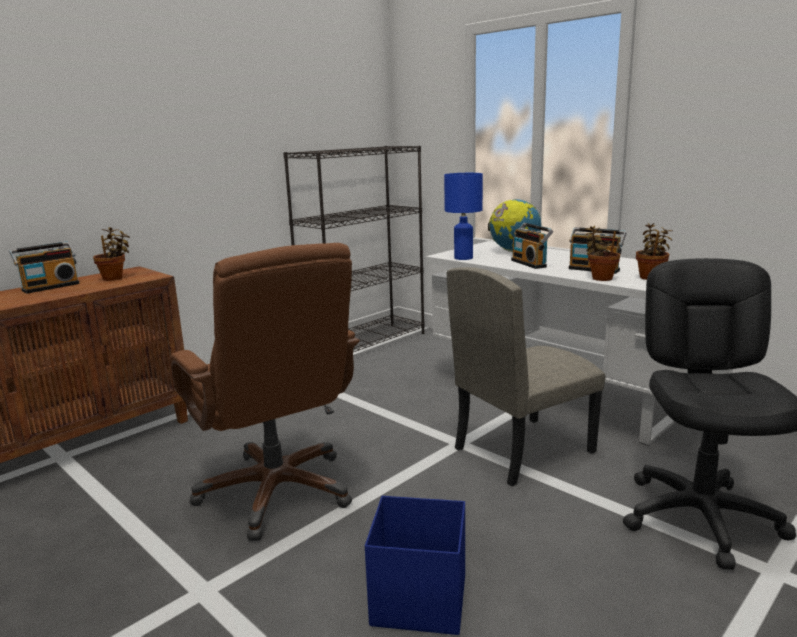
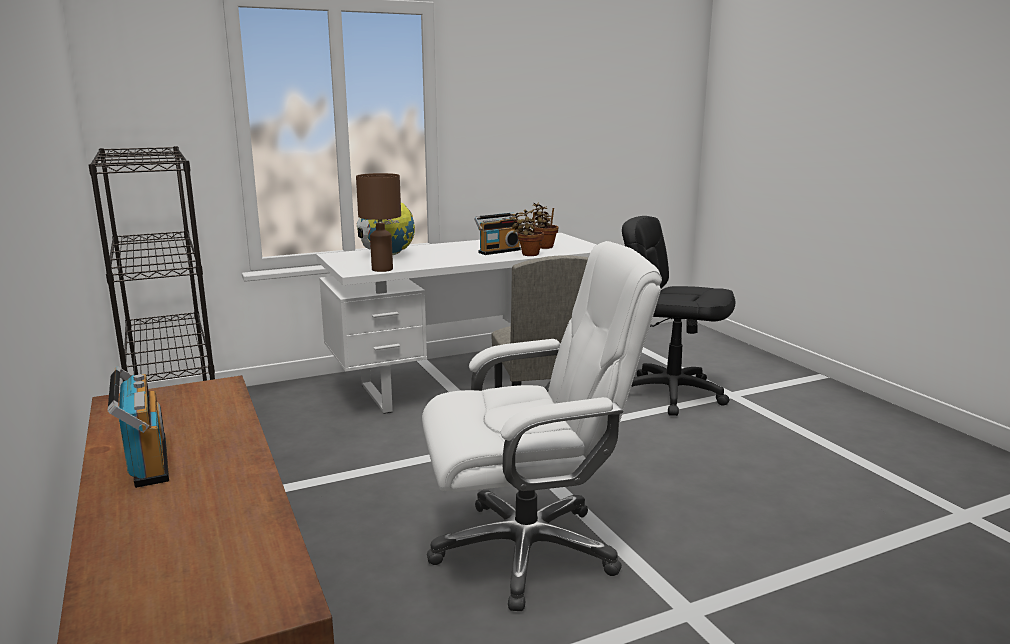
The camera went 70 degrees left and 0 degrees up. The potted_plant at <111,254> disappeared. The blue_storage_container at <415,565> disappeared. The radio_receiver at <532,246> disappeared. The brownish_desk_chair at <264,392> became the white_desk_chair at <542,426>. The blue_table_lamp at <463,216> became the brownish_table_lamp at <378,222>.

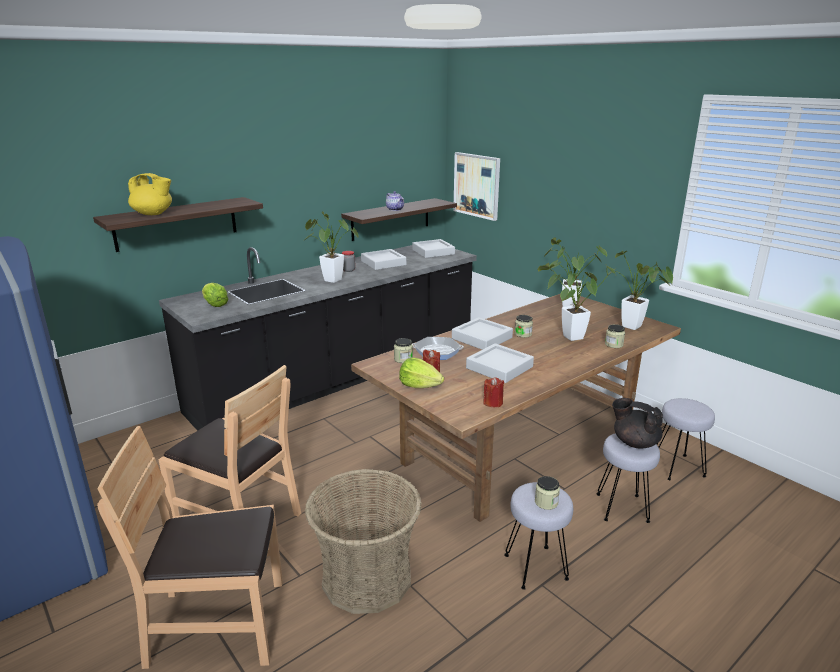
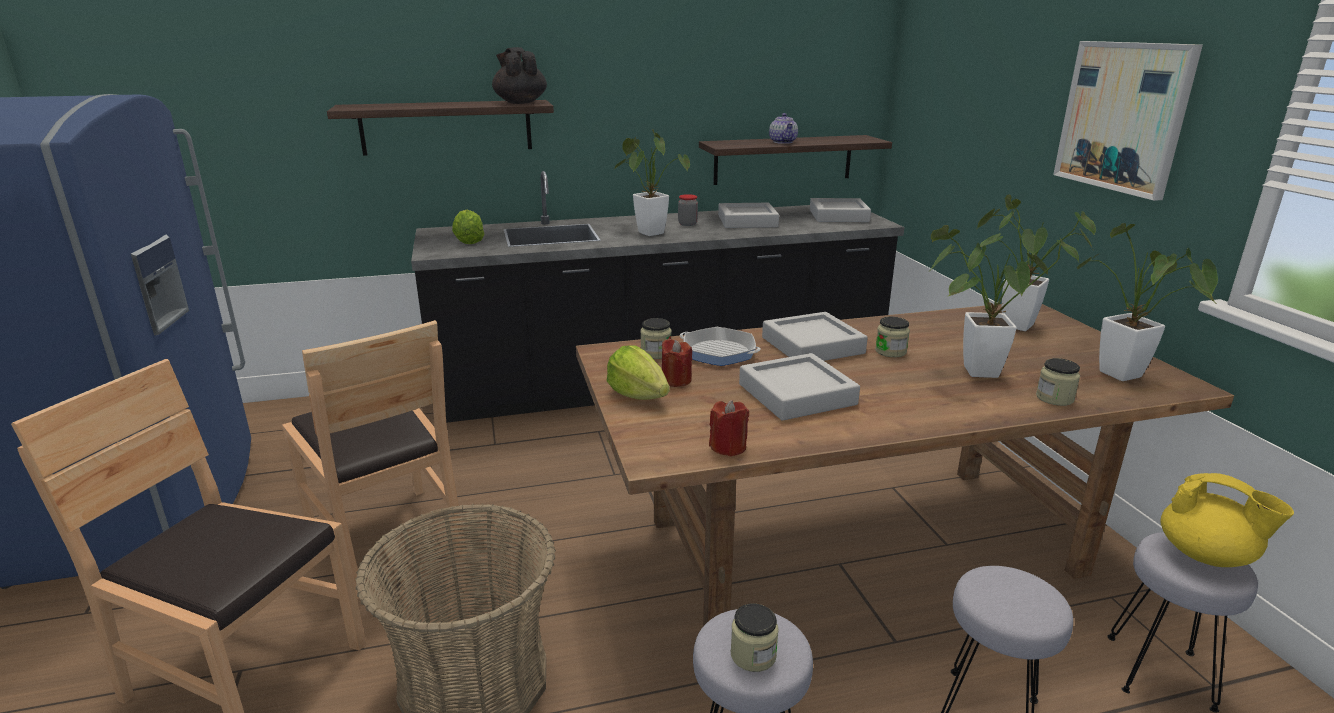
The camera went 25 degrees right and 0 degrees up. The yellow_tea_pot moved from <150,194> to <1227,520>. The picture moved from <476,186> to <1128,121>. The black_tea_pot moved from <637,423> to <519,75>.

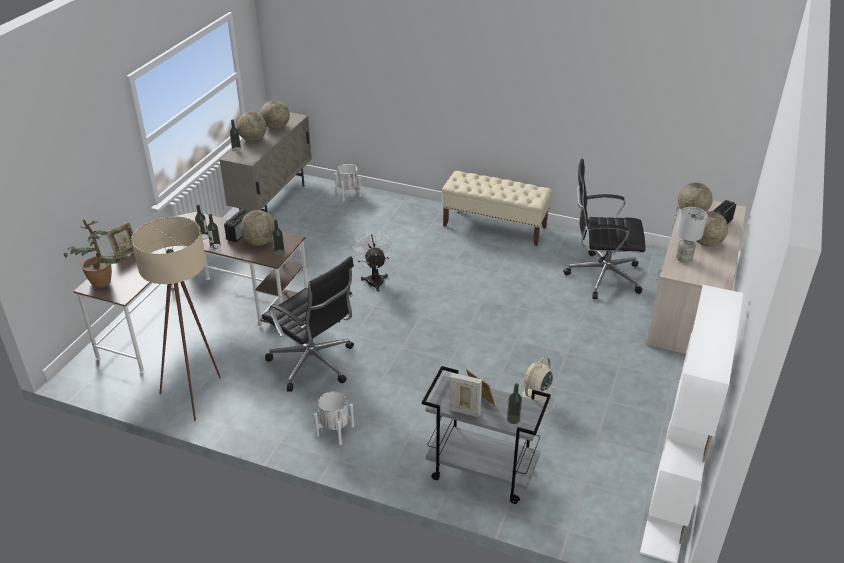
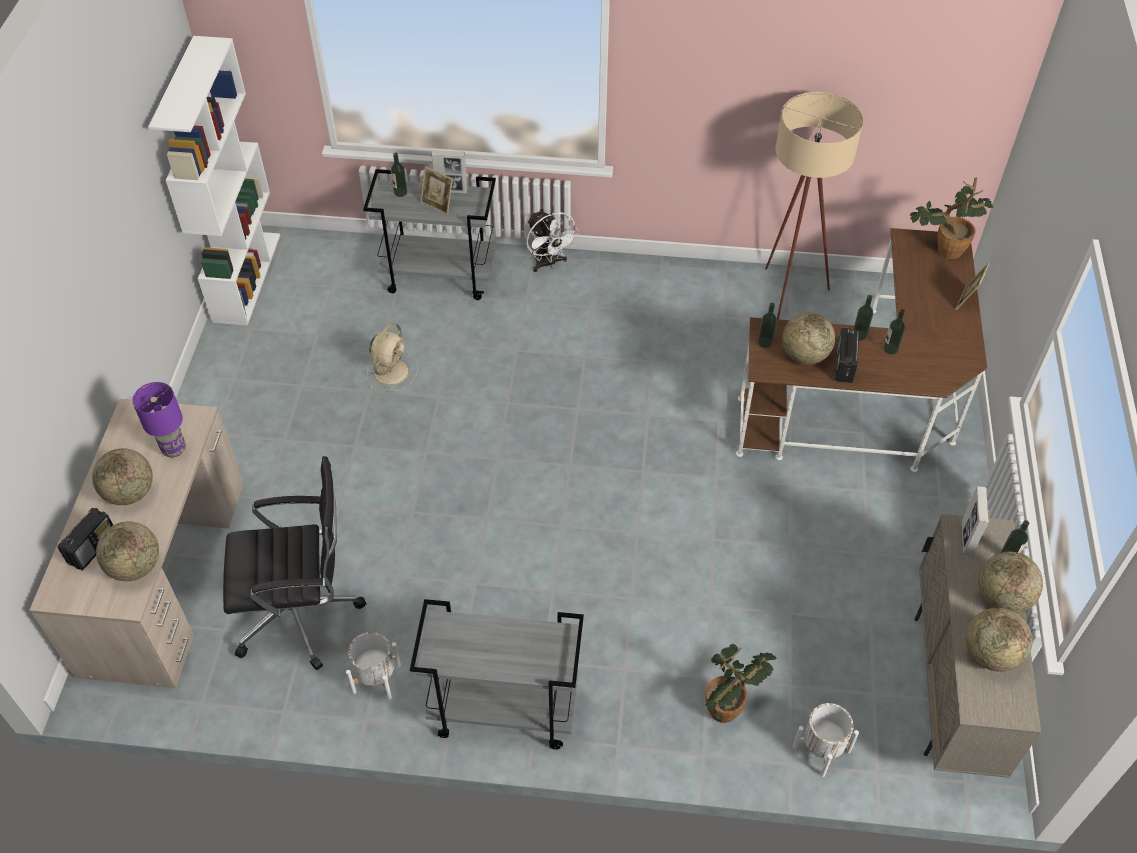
The camera went 165 degrees right and 15 degrees up. The black_desk_chair at <308,324> disappeared. The potted_plant at <740,683> appeared. The standing_frame at <975,521> appeared. The white_planter moved from <334,418> to <373,666>. The white_cooling_fan moved from <372,261> to <553,240>. The beige_bench at <497,208> was replaced by the gray_wheeled_cart at <497,674>. The gray_table_lamp at <691,235> became the purplish_table_lamp at <159,419>.

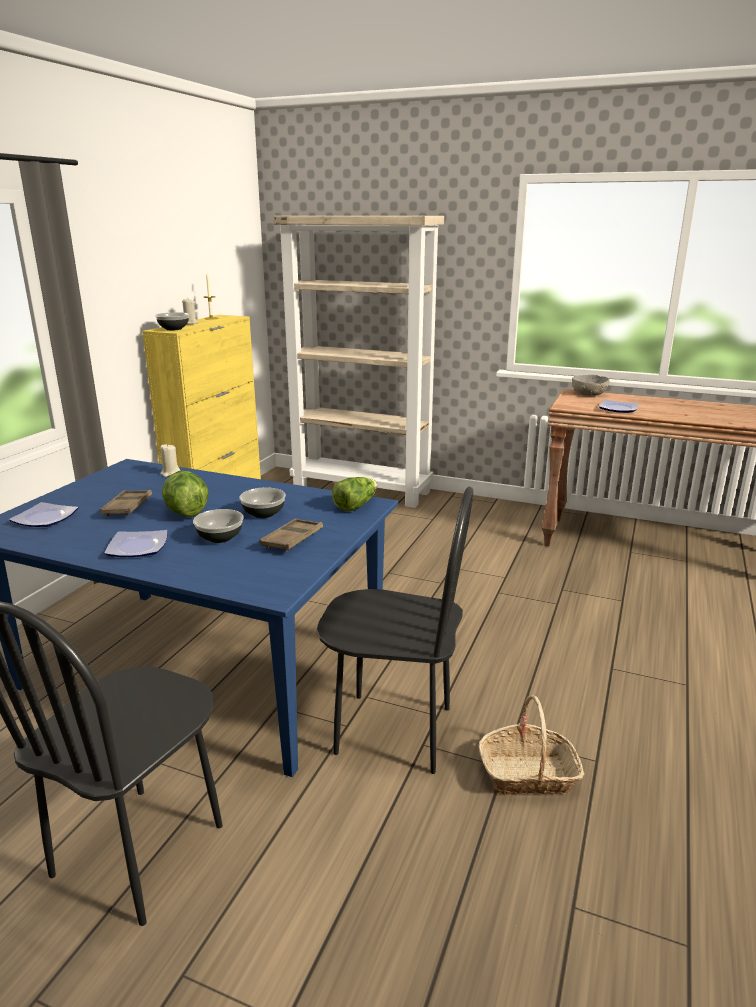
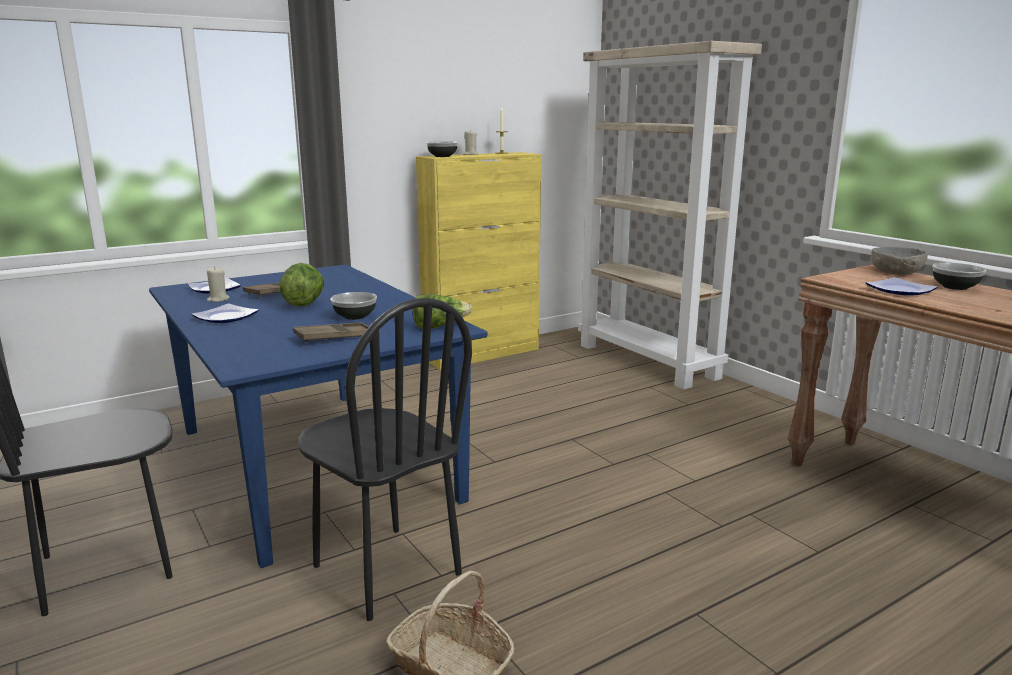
The camera went 35 degrees right and 5 degrees down. The beige_wax_candle moved from <170,460> to <218,284>. The deep_dish moved from <218,526> to <959,276>.

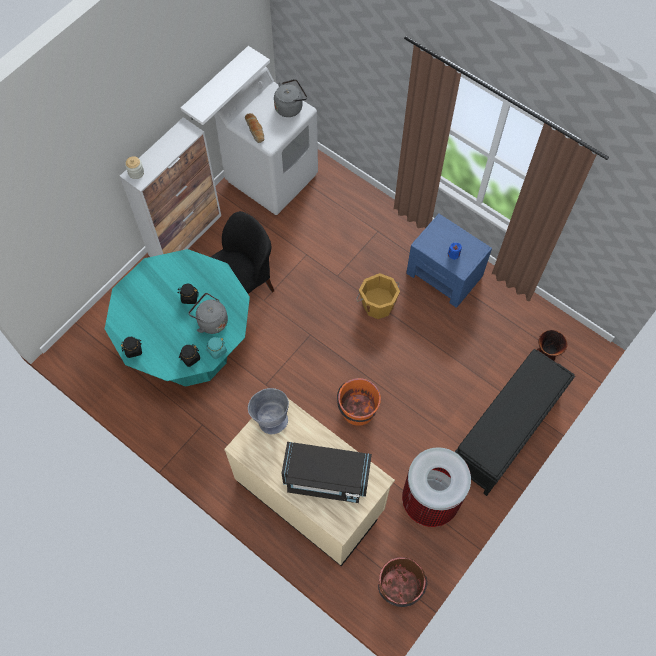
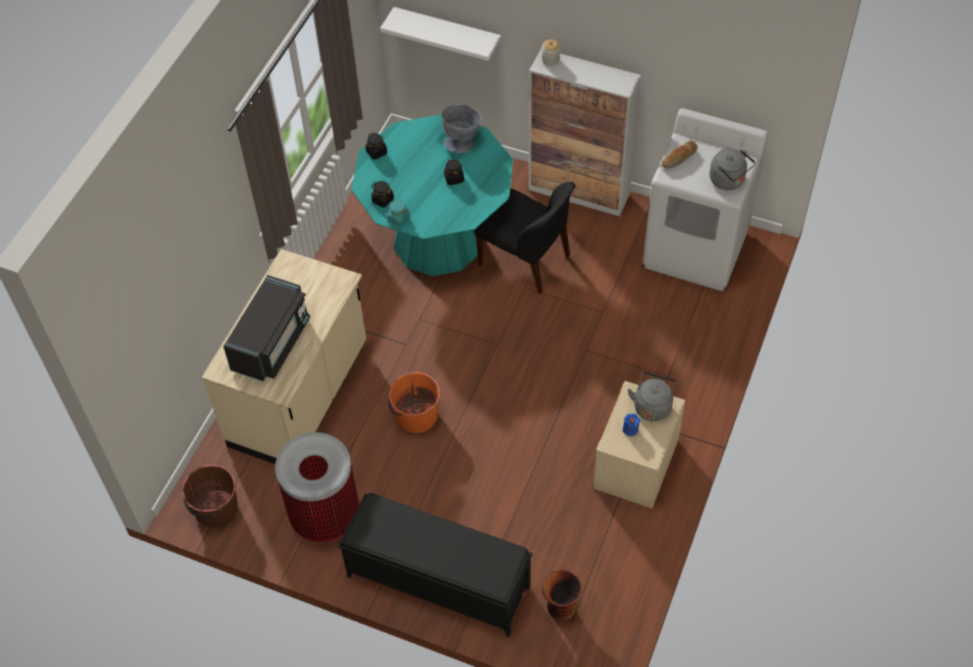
The camera went 75 degrees right and 10 degrees down. The orangey_bucket at <378,296> disappeared. The white_shelf moved from <225,85> to <440,34>. The gray_tea_kettle moved from <208,313> to <652,397>. The gray_deep_dish moved from <268,411> to <462,128>. The blue_nightstand at <449,261> became the beige_nightstand at <639,444>. The black_microwave_oven at <327,472> turned 150 degrees counterclockwise.

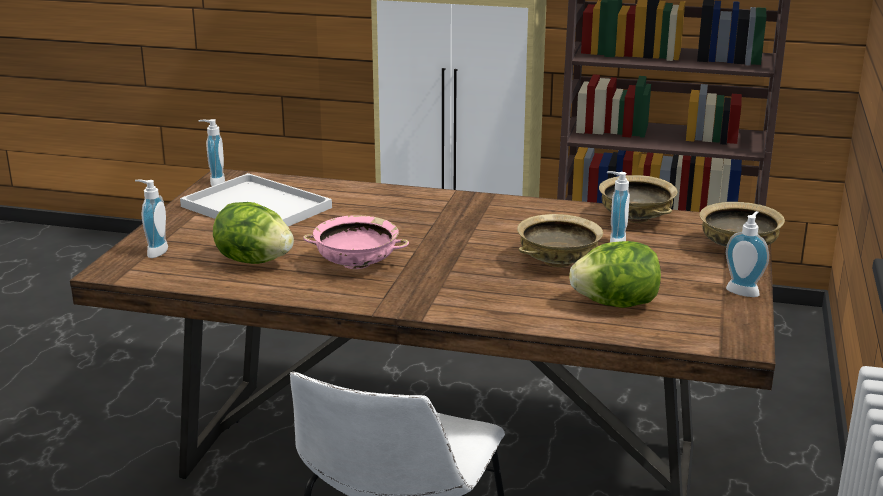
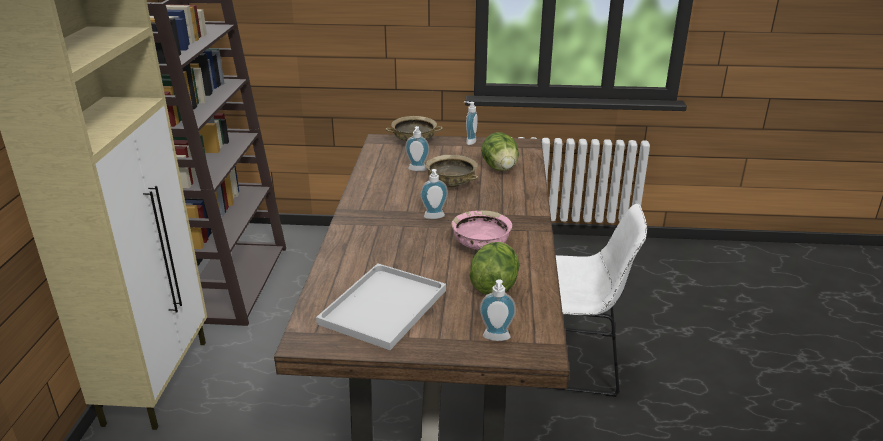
The camera went 100 degrees left and 5 degrees up. The beige_deep_dish at <638,199> disappeared. The soap_bottle moved from <211,152> to <434,194>.

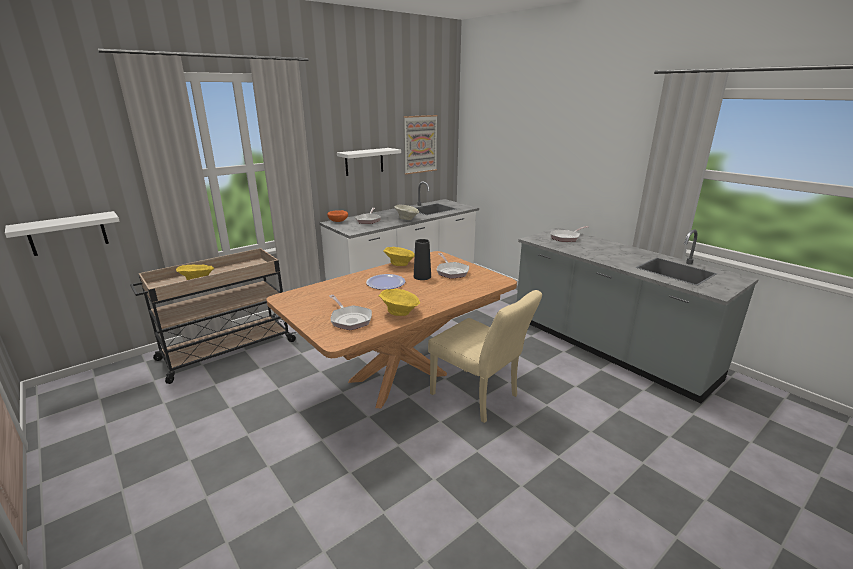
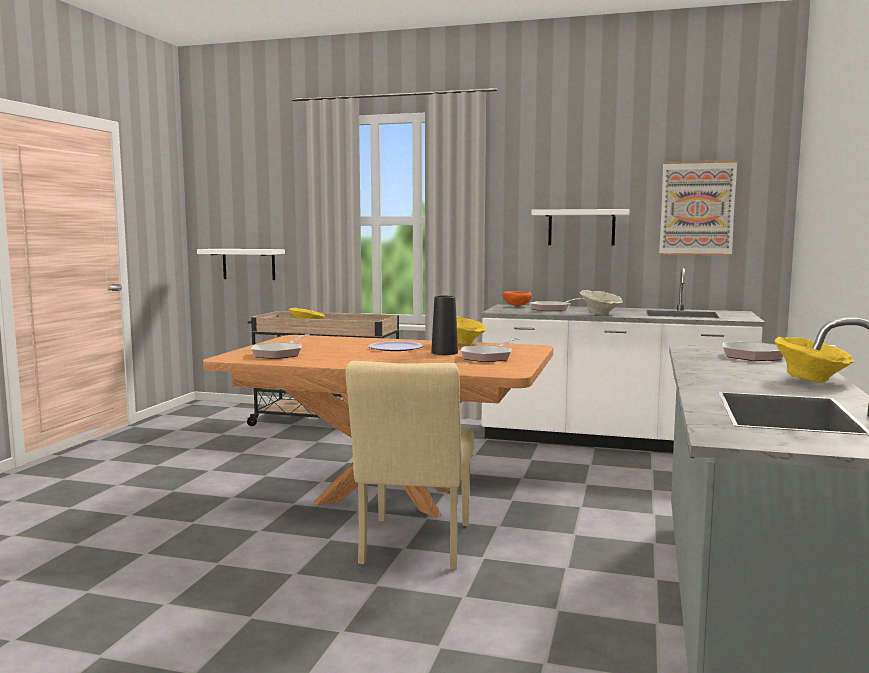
The camera went 55 degrees right and 15 degrees down. The yellow_deep_dish moved from <399,302> to <815,360>.

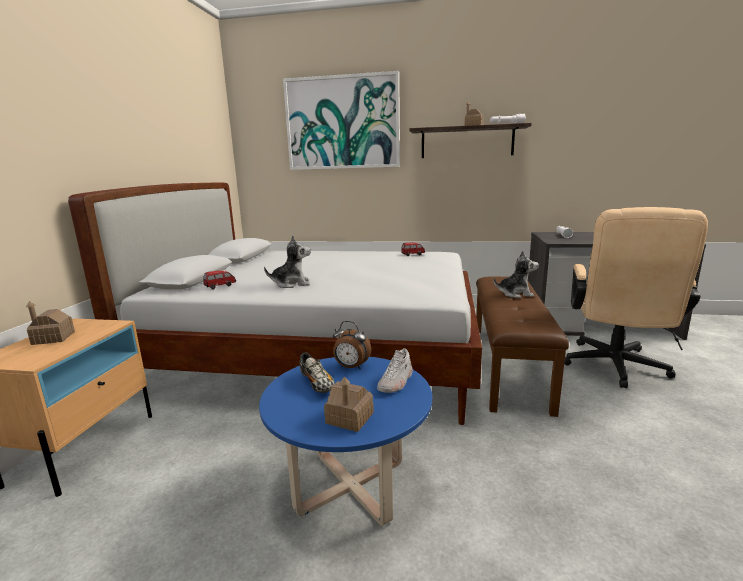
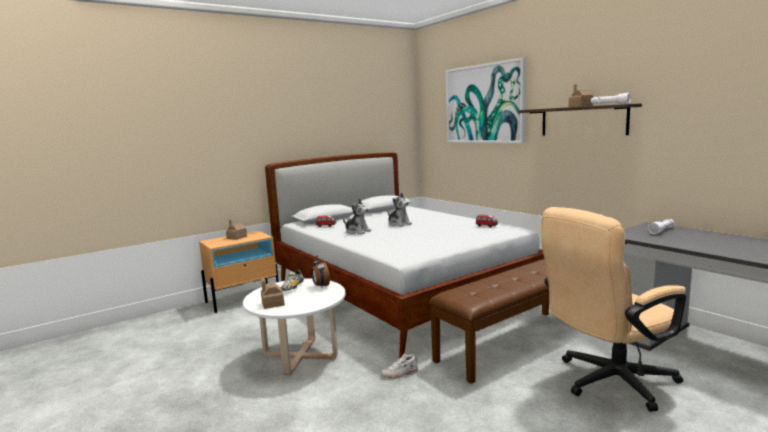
The camera went 45 degrees right and 5 degrees down. The white_item_of_footwear moved from <395,370> to <399,366>. The plush_toy moved from <516,274> to <399,209>. The blue_lounge_table at <345,441> became the white_lounge_table at <294,327>.

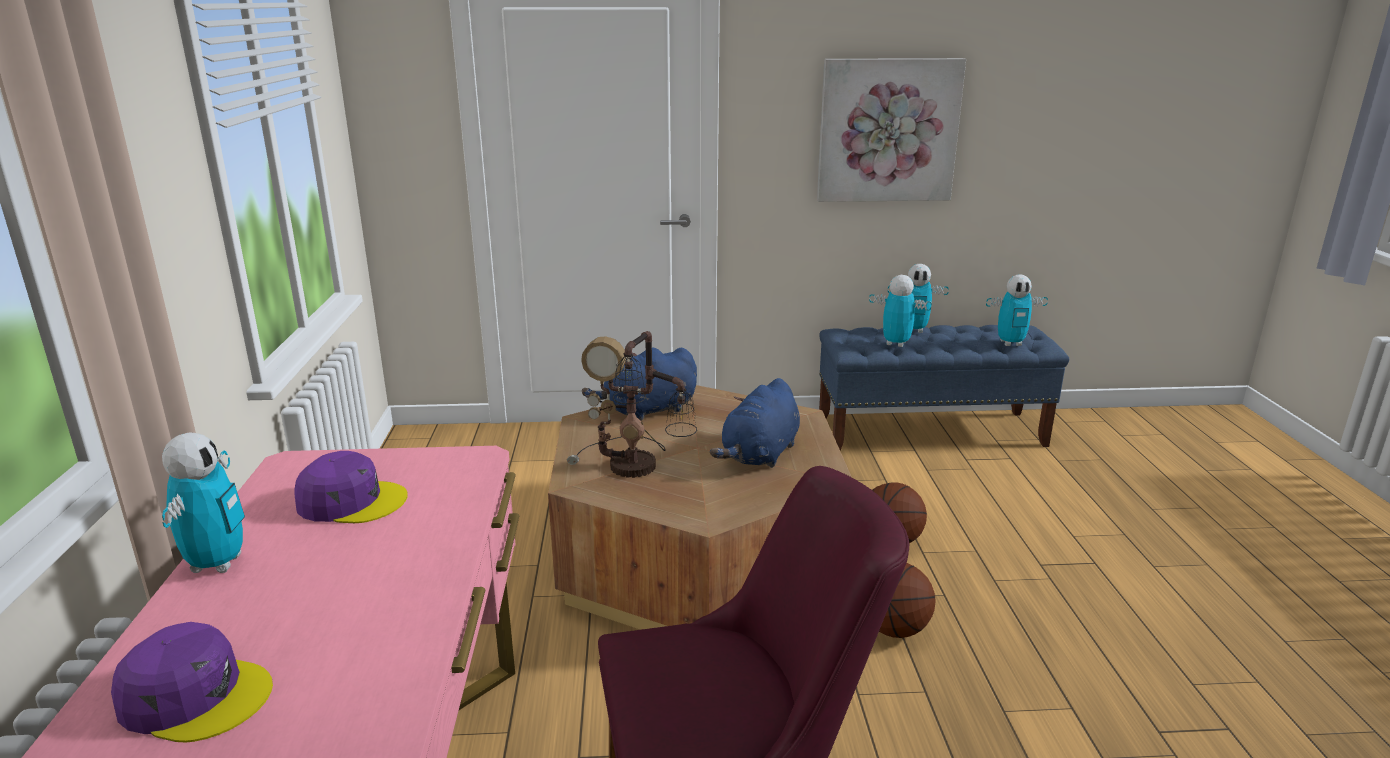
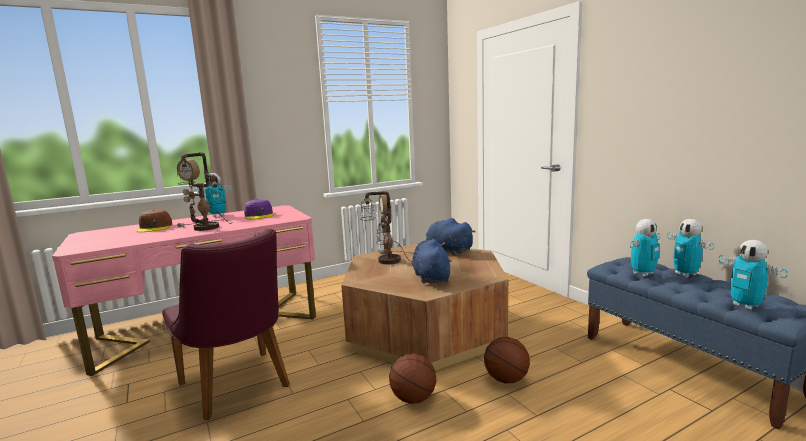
The camera went 65 degrees right and 10 degrees down. The picture at <891,130> disappeared. The table_lamp at <204,191> appeared. The purplish_baseball_cap at <192,682> became the brownish_baseball_cap at <154,221>. The blue_plush_toy at <755,423> turned 75 degrees clockwise. The robot_figure at <900,311> turned 60 degrees clockwise.

